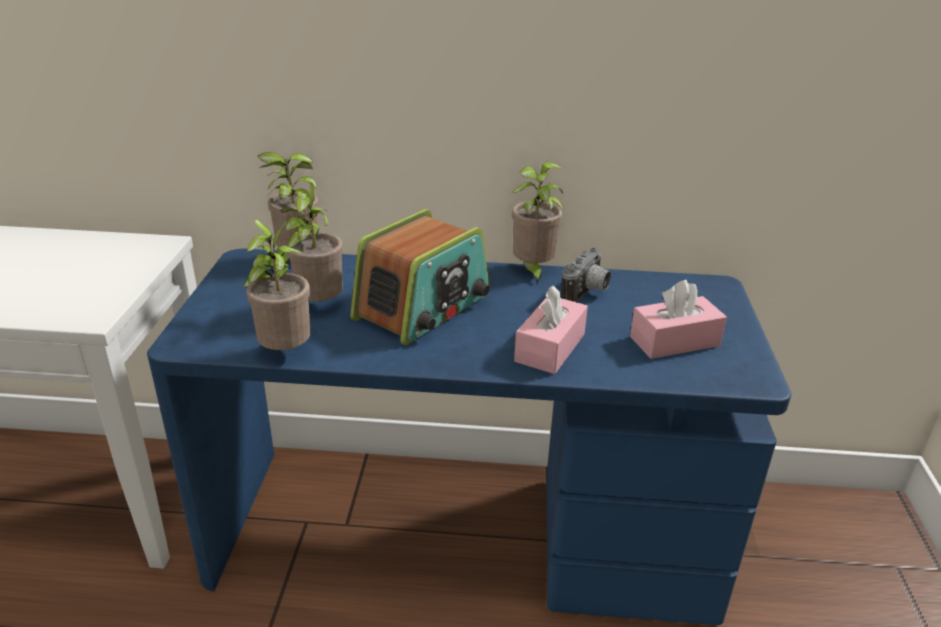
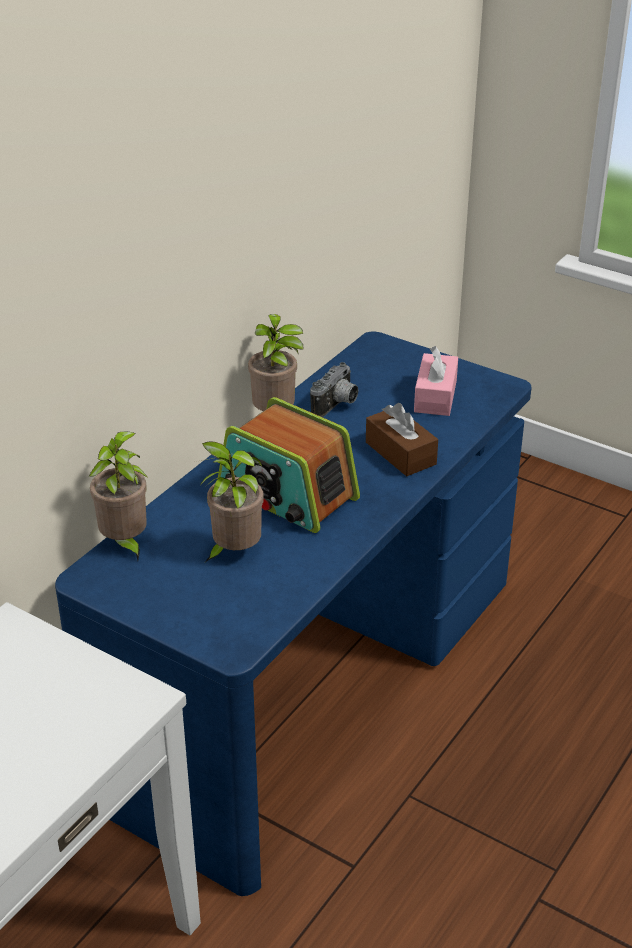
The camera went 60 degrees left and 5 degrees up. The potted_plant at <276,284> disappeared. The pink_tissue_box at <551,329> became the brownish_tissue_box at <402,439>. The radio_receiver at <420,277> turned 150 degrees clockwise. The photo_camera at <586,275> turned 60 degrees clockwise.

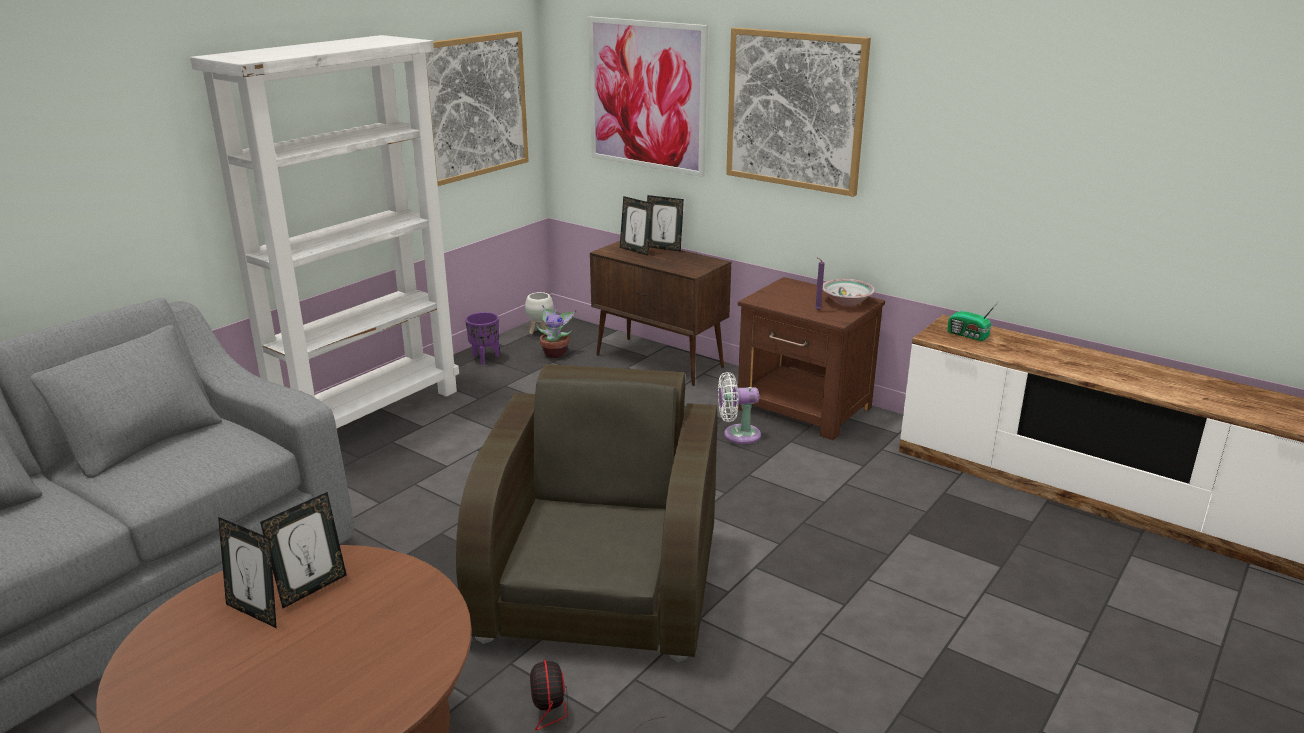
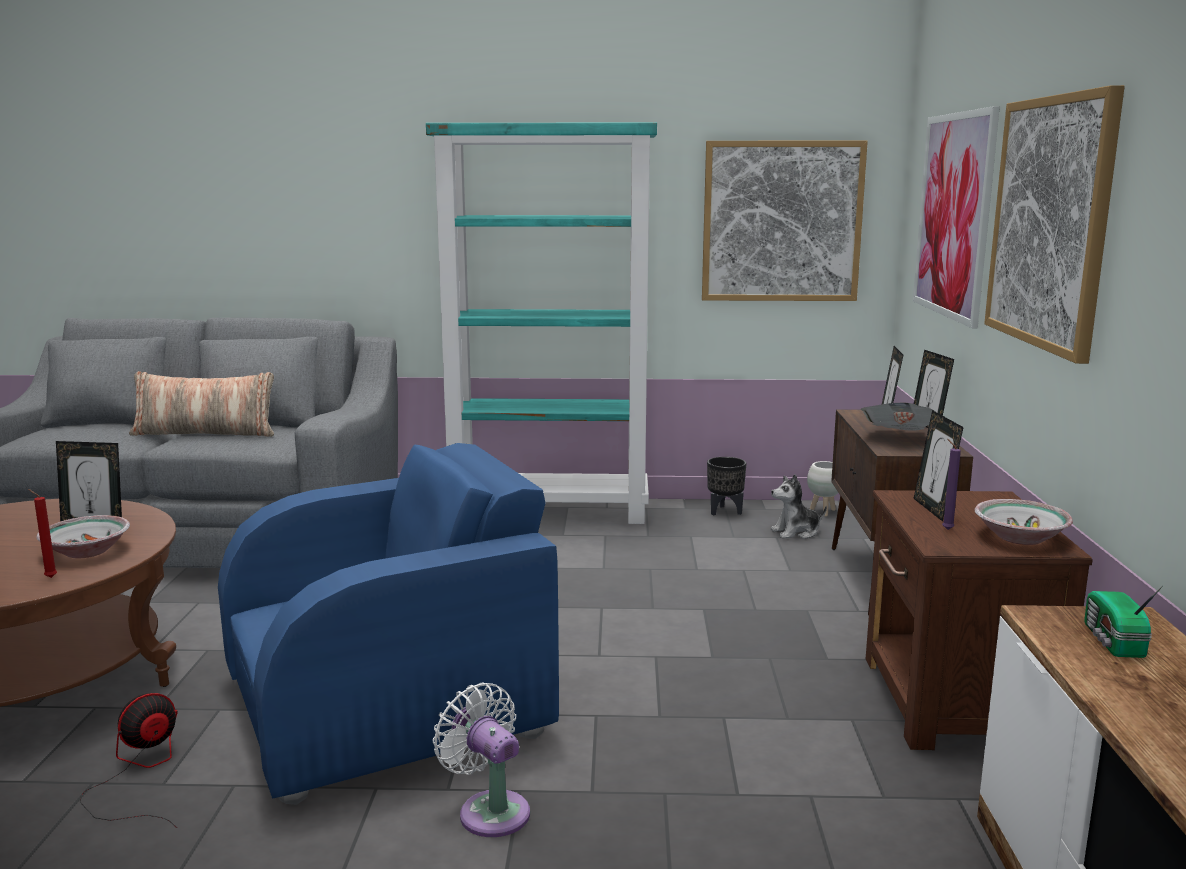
The camera went 55 degrees right and 10 degrees down. The reddish_wax_candle at <42,533> appeared. The deep_dish at <83,537> appeared. The pillow at <201,404> appeared. The daily_paper at <897,416> appeared. The standing_frame moved from <247,572> to <938,466>. The white_cooling_fan moved from <739,408> to <481,759>. The potted_plant at <556,331> was replaced by the plush_toy at <798,506>. The white_bookshelf at <324,231> became the turquoise-coloured_bookshelf at <541,323>. The brownish_easy_chair at <587,513> became the blue_easy_chair at <388,624>. The purplish_planter at <482,338> became the black_planter at <727,486>.

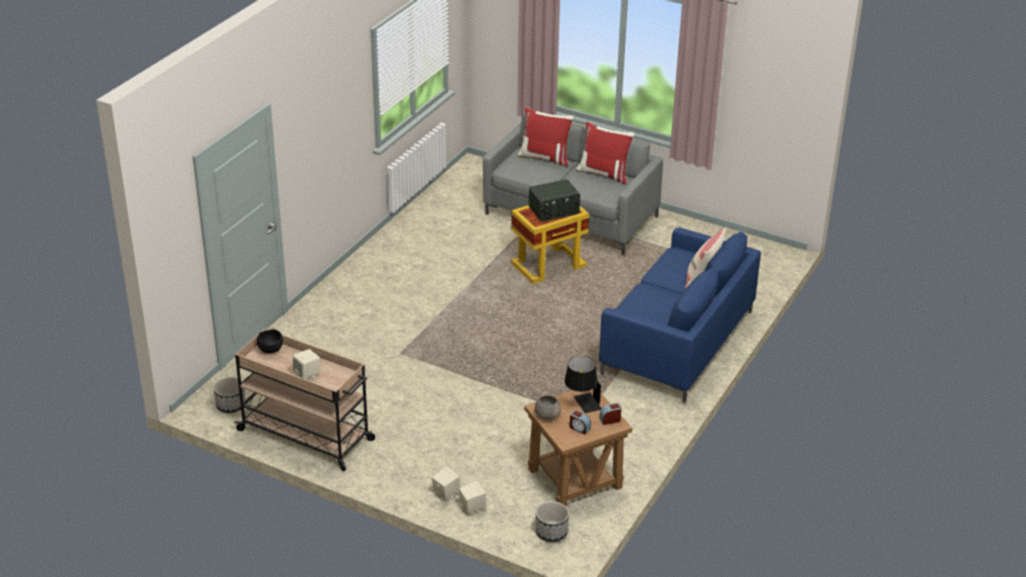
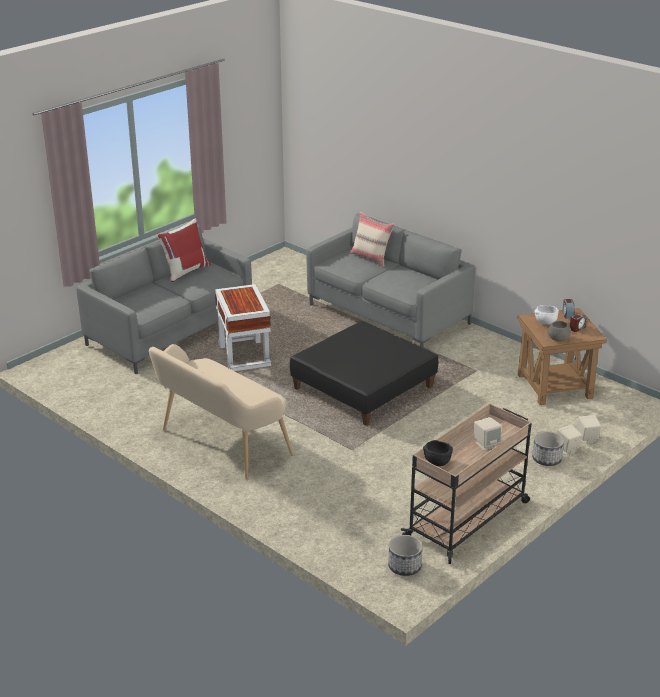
The camera went 75 degrees left and 5 degrees down. The reddish_pillow at <545,137> disappeared. The radio_receiver at <554,200> disappeared. The beige_bench at <221,412> appeared. The black_ottoman at <364,373> appeared. The planter moved from <552,521> to <548,448>. The black_table_lamp at <583,384> was replaced by the white_deep_dish at <546,315>. The yellow_end_table at <550,244> became the white_end_table at <243,327>. The blue_settee at <680,315> became the gray_settee at <390,280>.

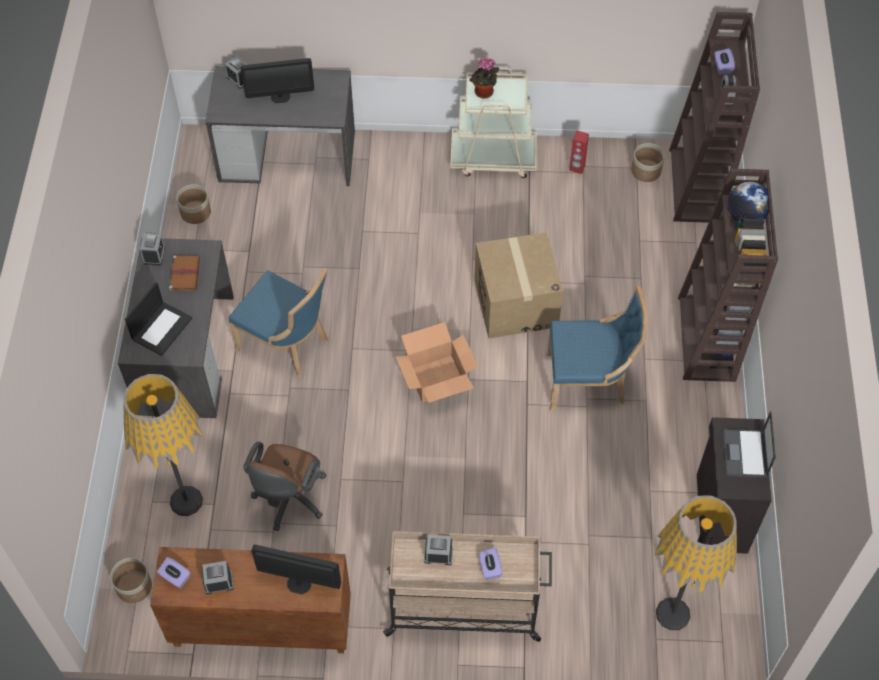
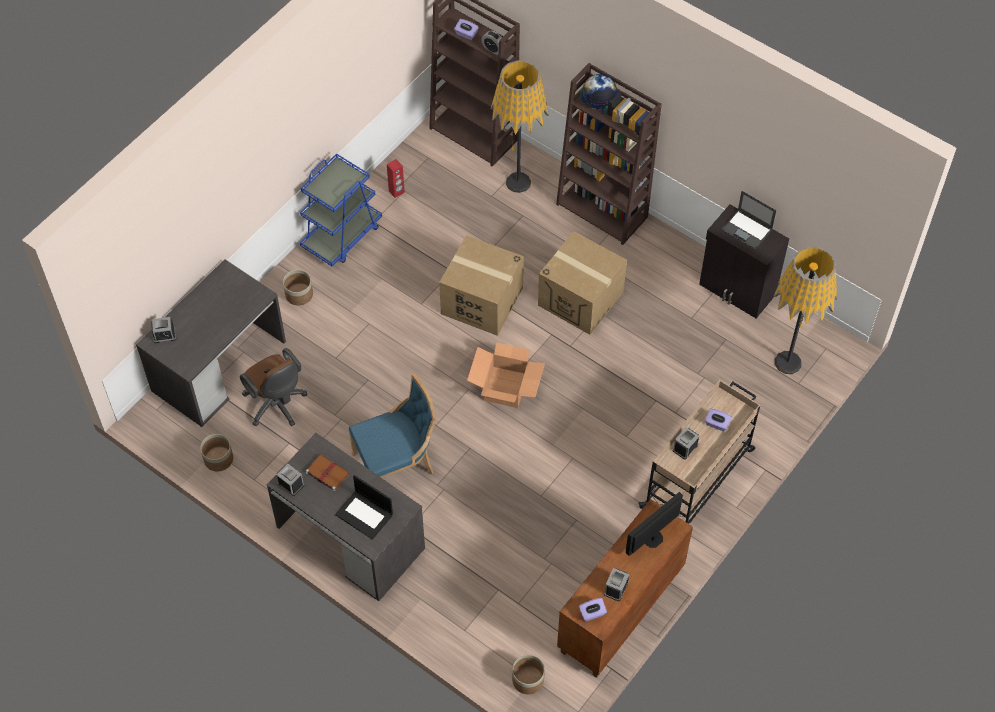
The camera went 55 degrees left and 0 degrees up. The computer_display at <277,80> disappeared. The potted_plant at <484,78> disappeared. The standing_lamp moved from <163,445> to <520,126>. The brownish_desk_chair moved from <285,486> to <274,387>. The planter moved from <648,162> to <298,288>. The blue_plain_chair at <597,349> was replaced by the cardboard_box at <582,283>. The beige_wheeled_cart at <493,122> became the blue_wheeled_cart at <341,209>. The laptop at <158,319> turned 150 degrees clockwise.

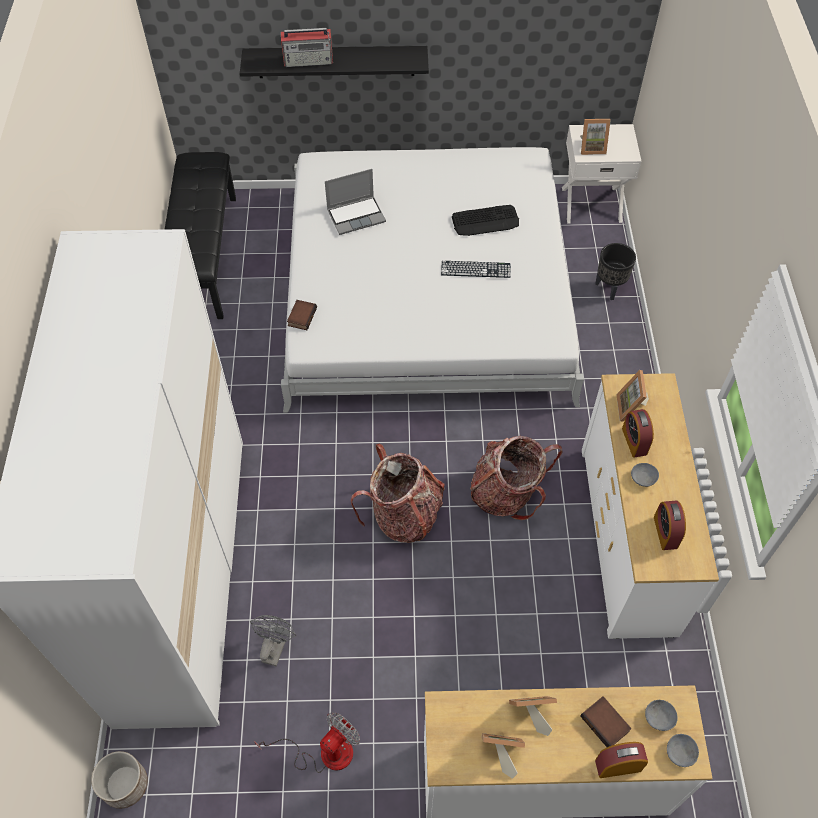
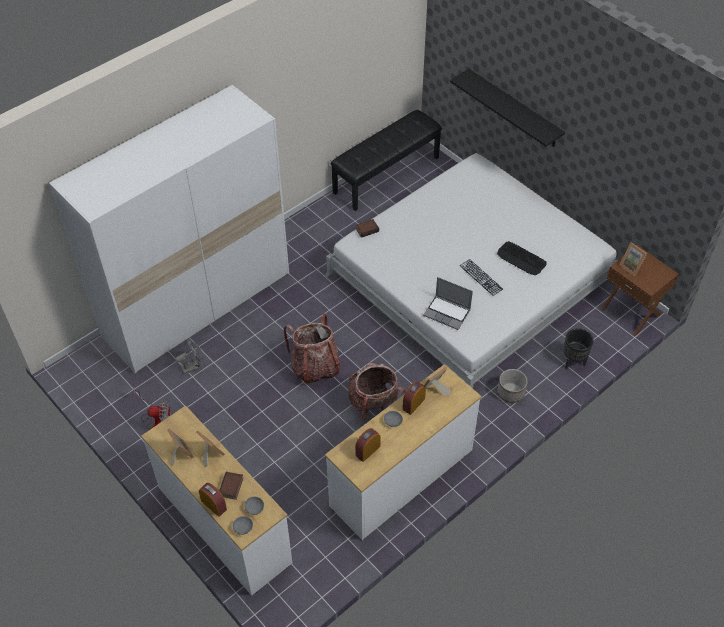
The camera went 50 degrees right and 5 degrees down. The radio_receiver at <307,47> disappeared. The planter moved from <119,780> to <513,386>. The laptop moved from <355,202> to <448,303>. The white_nightstand at <602,174> became the brownish_nightstand at <640,290>.

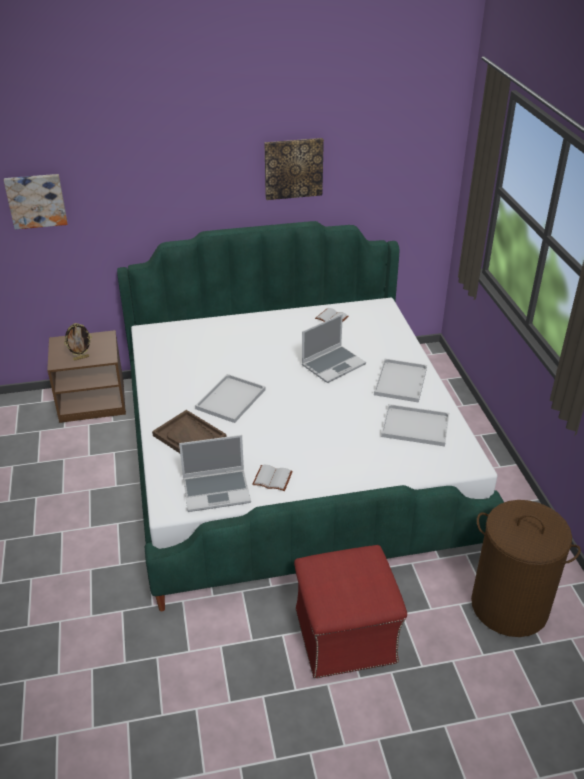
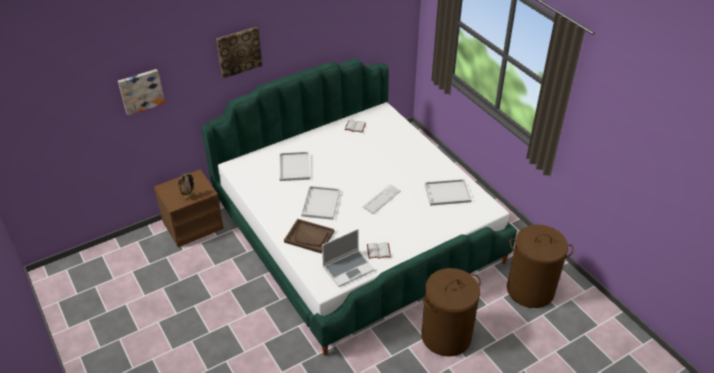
The camera went 20 degrees left and 5 degrees up. The laptop at <334,348> disappeared. The keyboard at <382,199> appeared. The picture moved from <294,169> to <239,52>. The white_serving_tray moved from <400,381> to <294,166>. The reddish_ottoman at <350,611> was replaced by the brownish_laundry_basket at <451,312>.

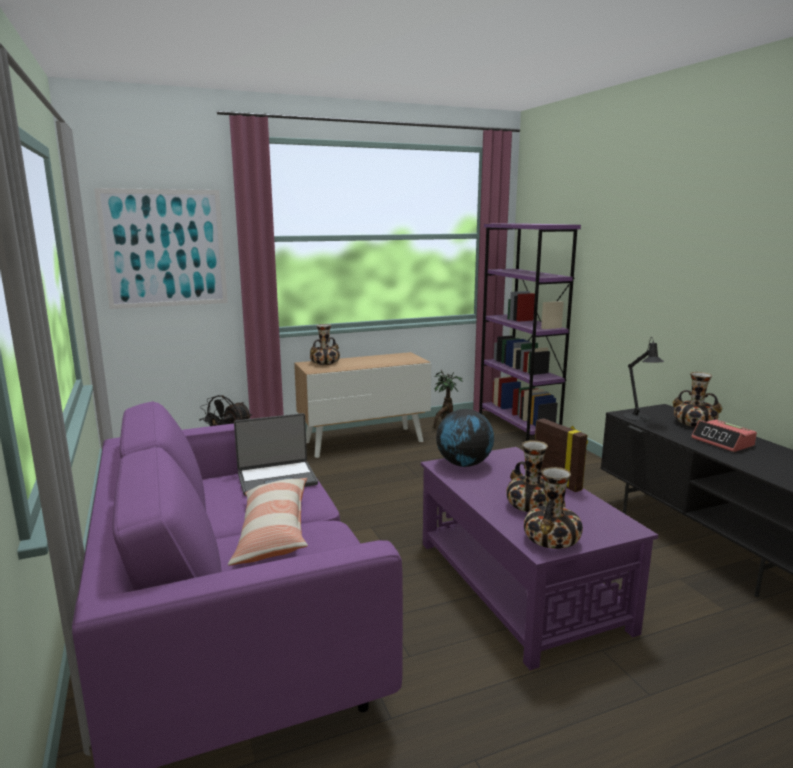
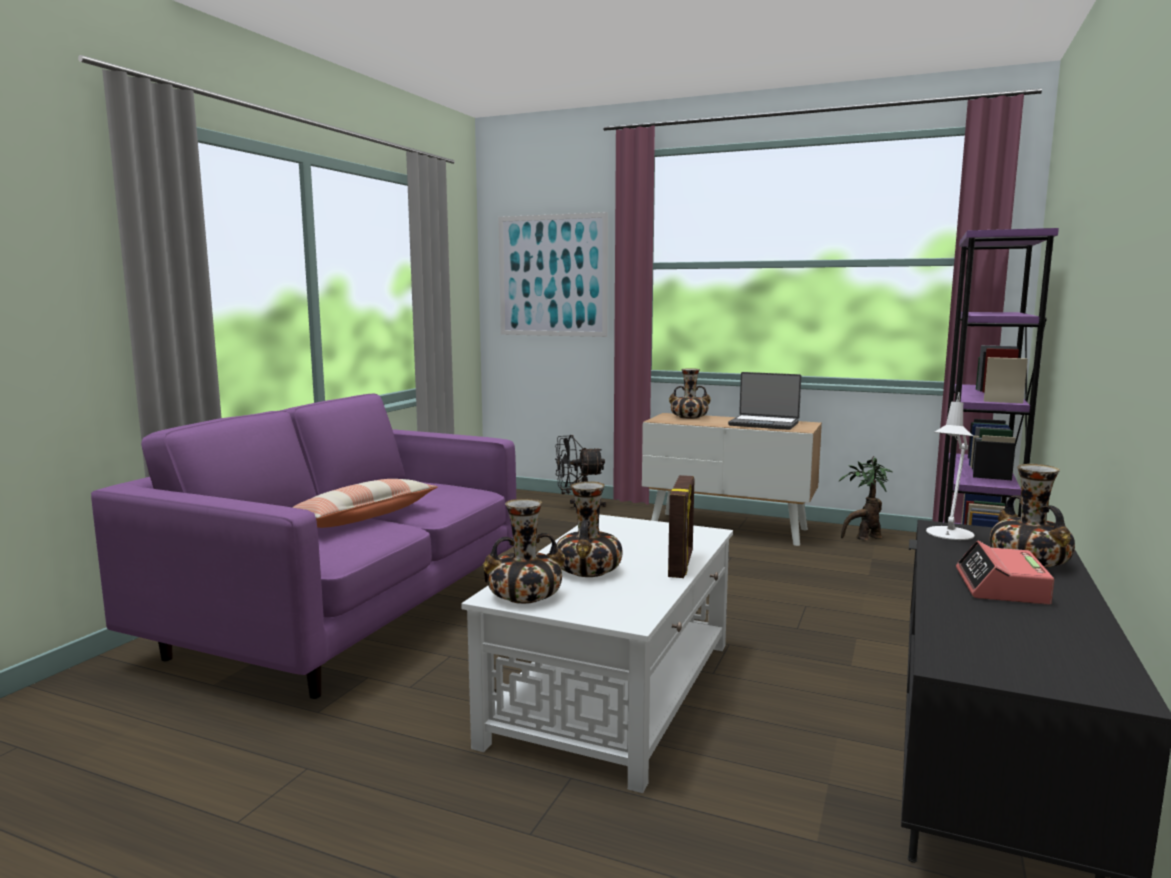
The camera went 45 degrees right and 5 degrees down. The desk_globe at <465,438> disappeared. The laptop moved from <276,454> to <764,401>. The purplish_lounge_table at <539,558> became the white_lounge_table at <597,653>. The black_table_lamp at <643,379> became the white_table_lamp at <950,466>.

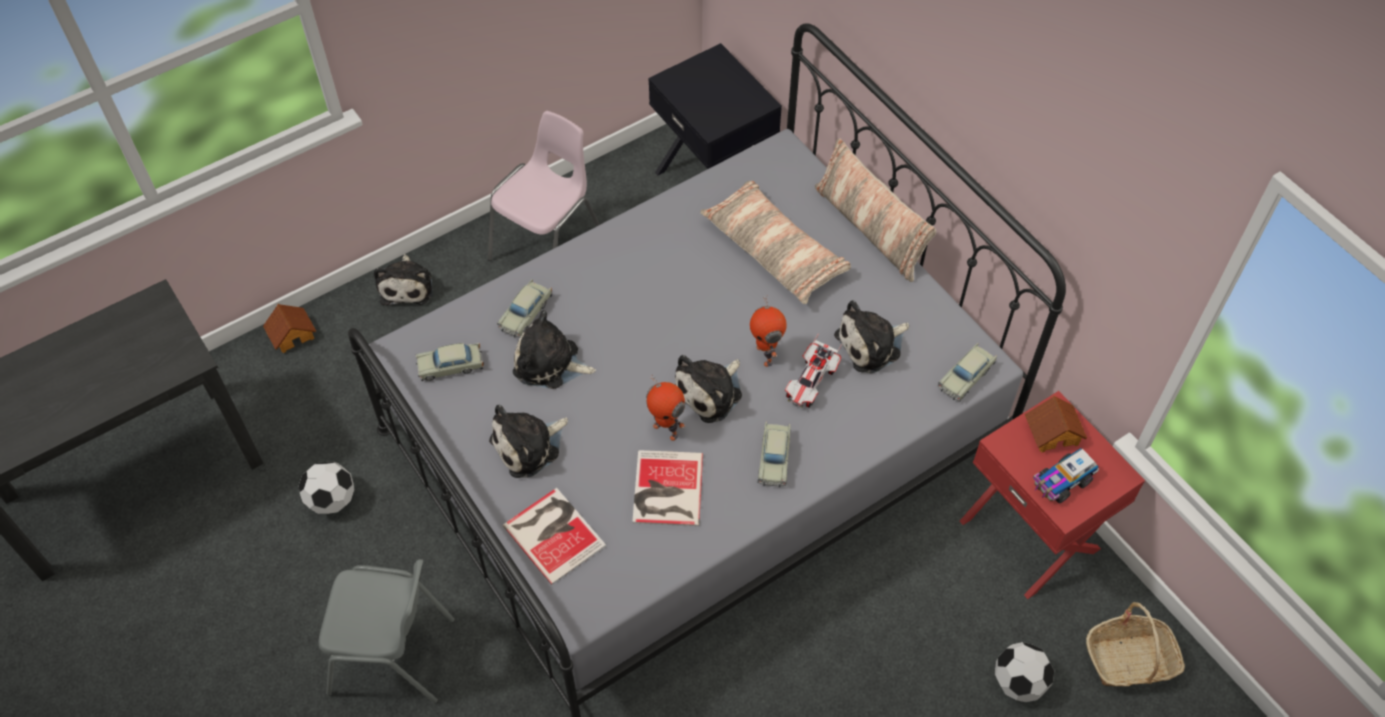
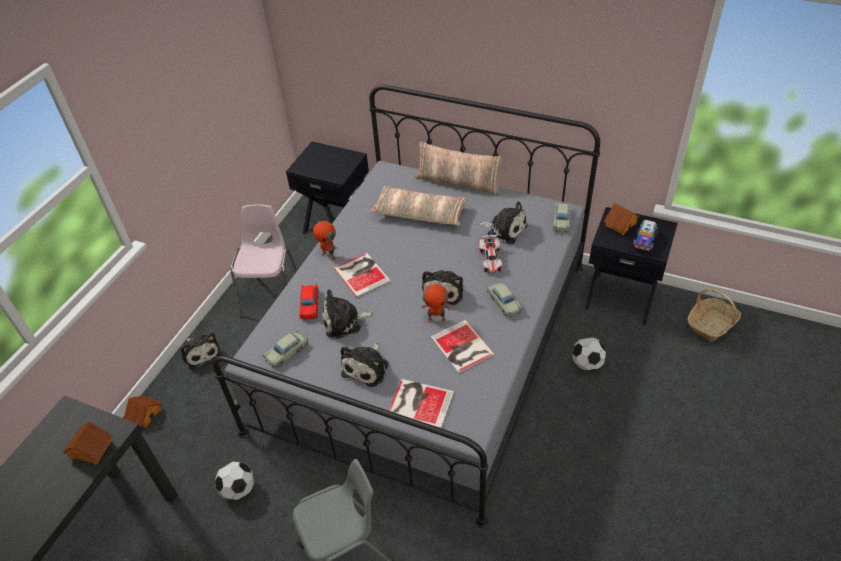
The camera went 30 degrees left and 10 degrees down. The model_house at <88,443> appeared. The bound_book at <362,275> appeared. The robot_figure moved from <768,331> to <325,238>. The football_ball moved from <1024,672> to <589,354>. The beige_toy_car at <524,308> became the reddish_toy_car at <308,301>. The reddish_nightstand at <1052,495> became the black_nightstand at <631,266>. The plush_toy at <871,336> turned 90 degrees counterclockwise.

